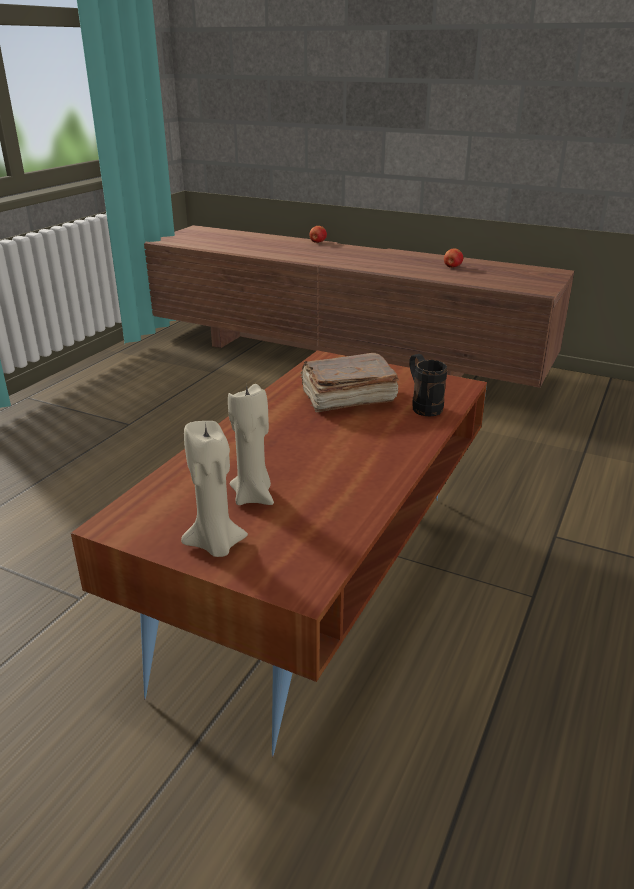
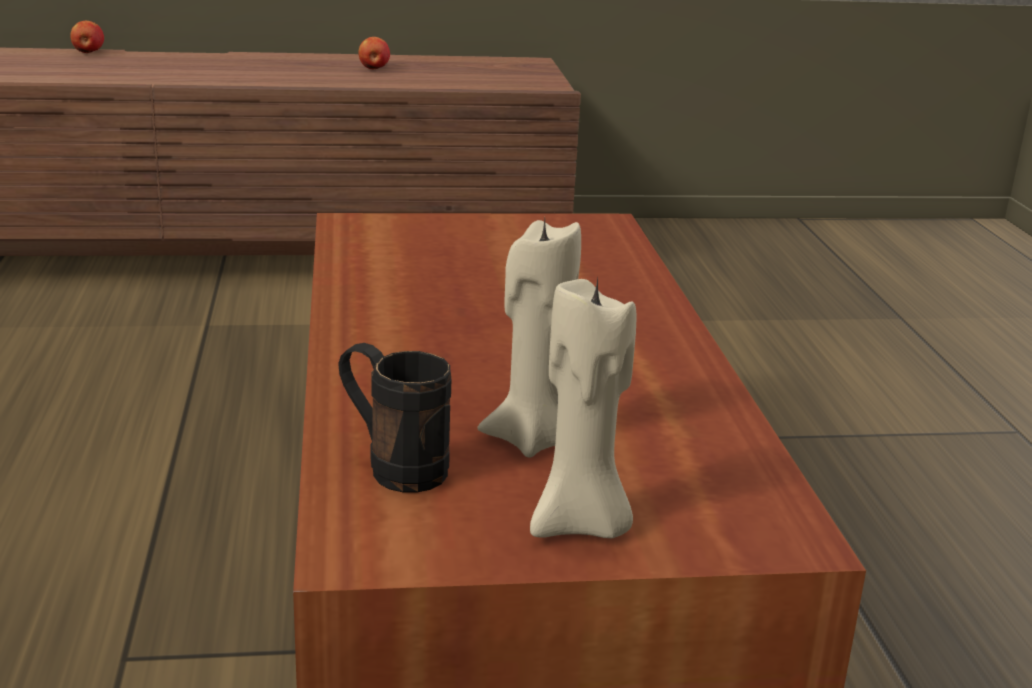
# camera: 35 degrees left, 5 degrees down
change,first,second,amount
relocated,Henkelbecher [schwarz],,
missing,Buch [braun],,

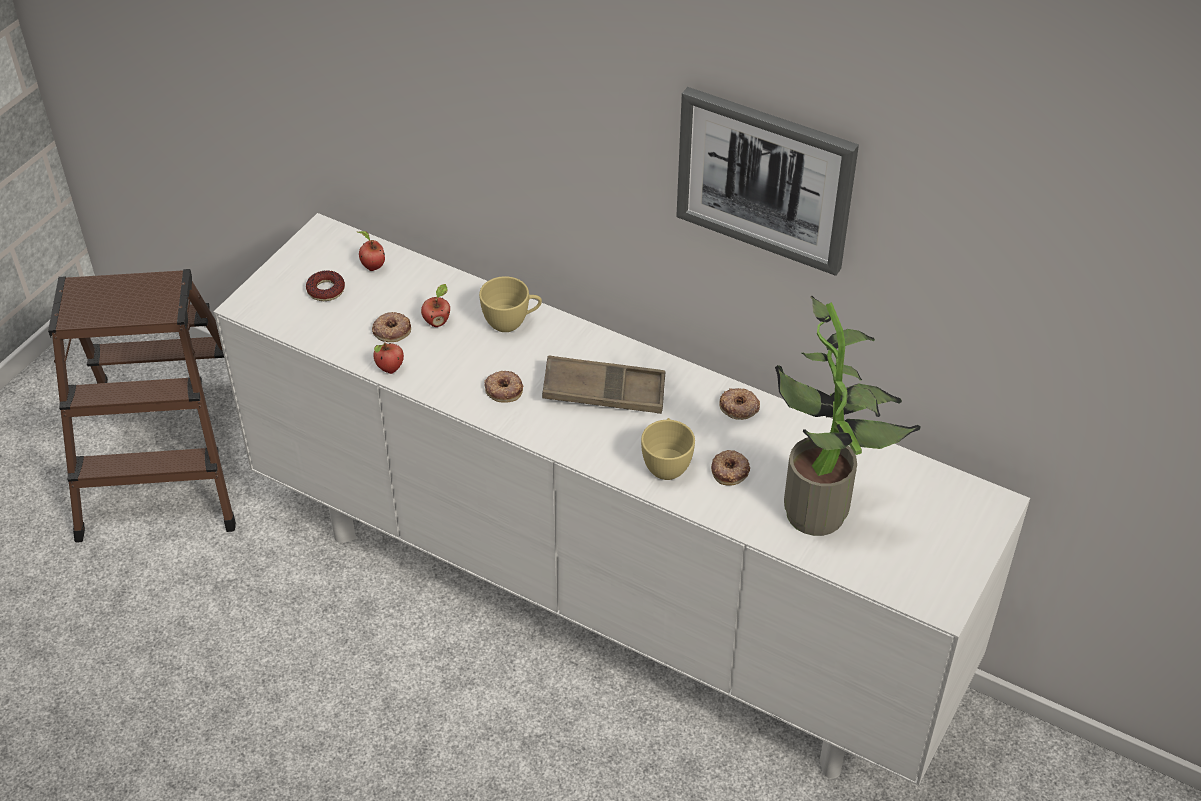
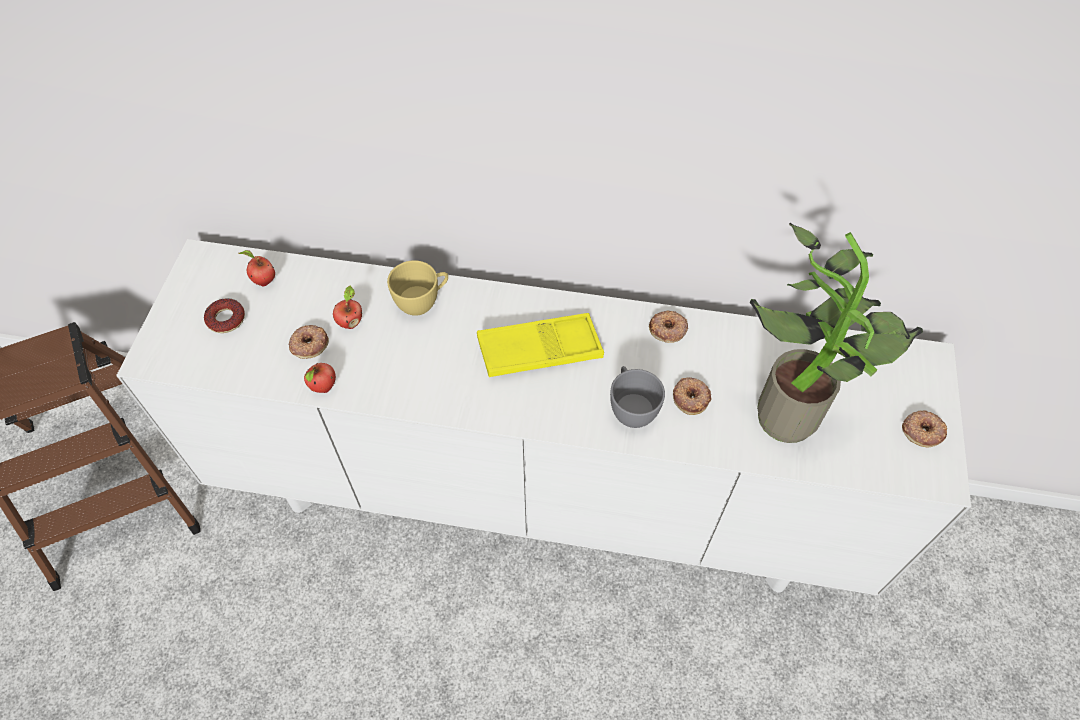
# camera: 20 degrees left, 10 degrees up
change,first,second,amount
colour,Tablett [braun],Tablett [gelb],
colour,Tasse [gelb] (no. 2 from left),Tasse [grau],
relocated,Donut (no. 3 from left in the first image),Donut (no. 5 from left),
missing,Bild,,

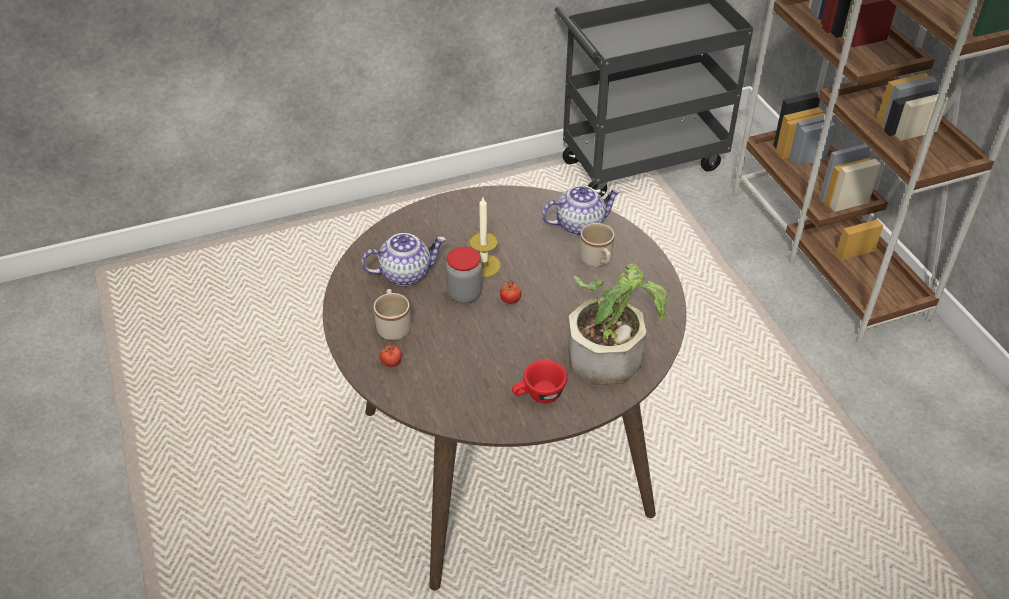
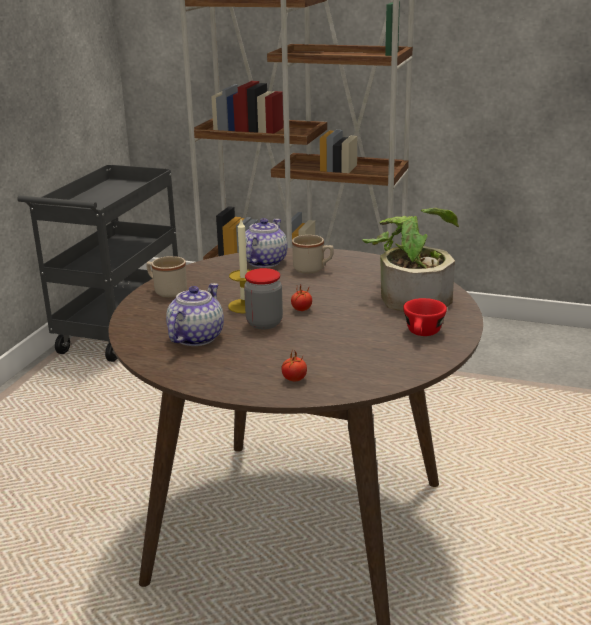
# camera: 50 degrees left, 20 degrees down
change,first,second,amount
relocated,Henkelbecher [beige] (no. 1 from left),,

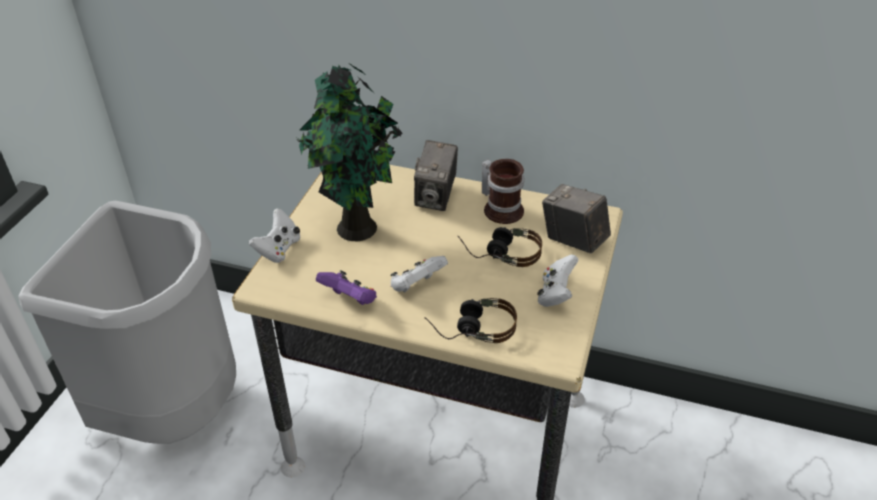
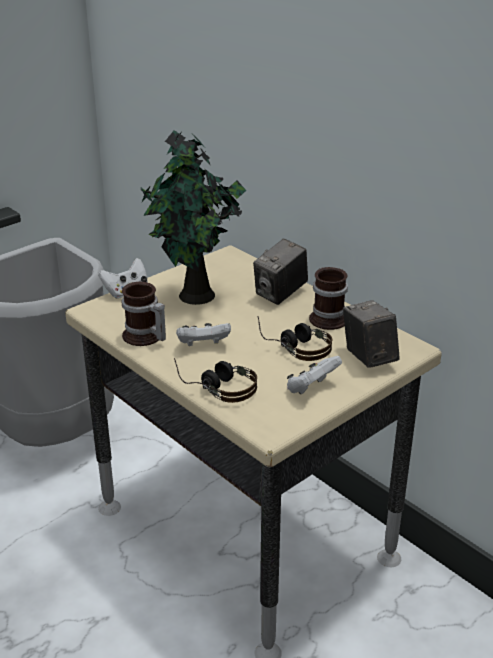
# camera: 30 degrees right, 10 degrees down
change,first,second,amount
exchanged,Gamepad [lila],Henkelbecher (no. 1 from left),

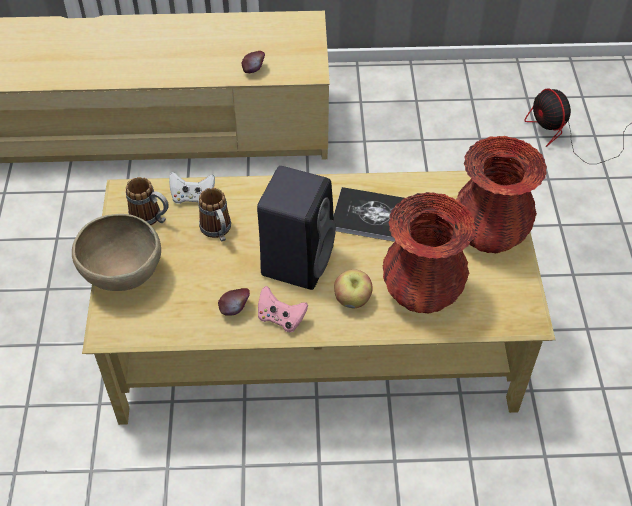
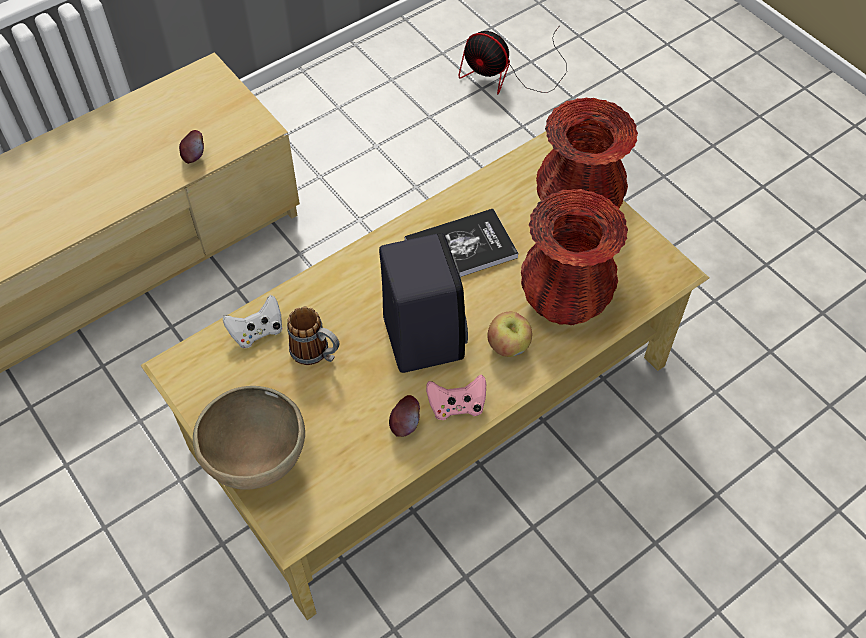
# camera: 35 degrees left, 5 degrees up
change,first,second,amount
missing,Henkelbecher (no. 1 from left),,

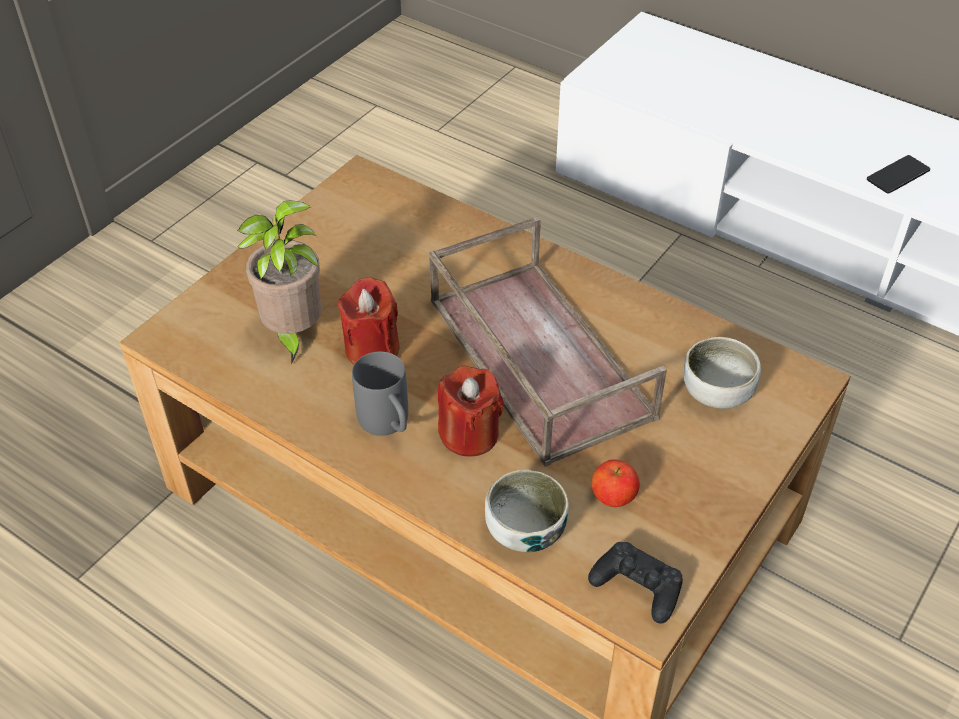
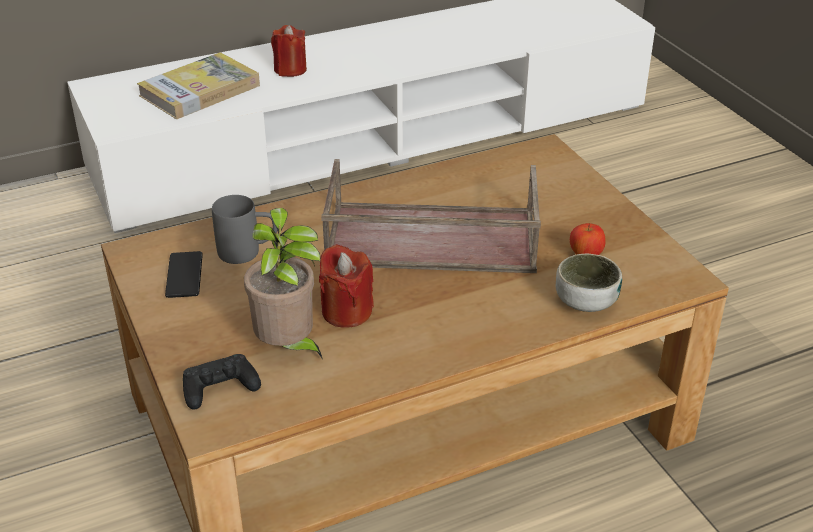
# camera: 60 degrees left, 10 degrees down
change,first,second,amount
appeared,,Buch,
relocated,Handy,,
relocated,Gamepad [schwarz],,
relocated,Henkelbecher [grau],,
relocated,Kerze [rot] (no. 2 from left in the first image),Kerze [rot] (no. 1 from left),
missing,Schüssel (no. 2 from left),,

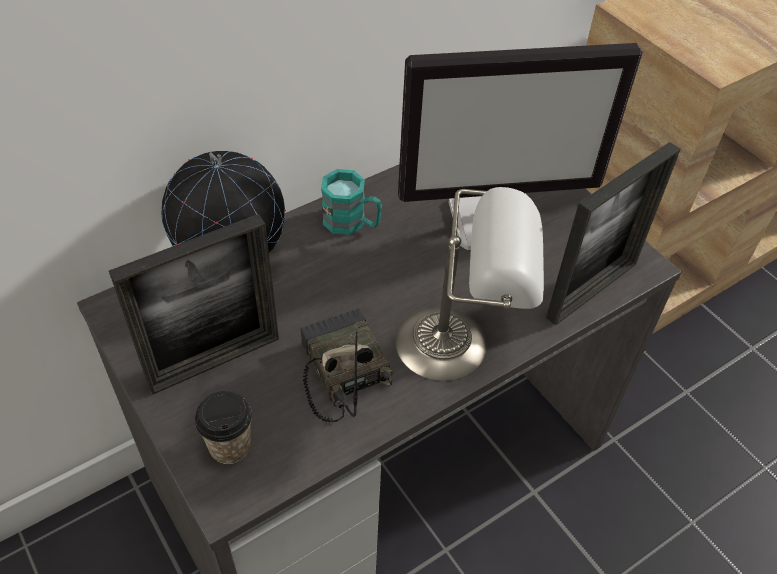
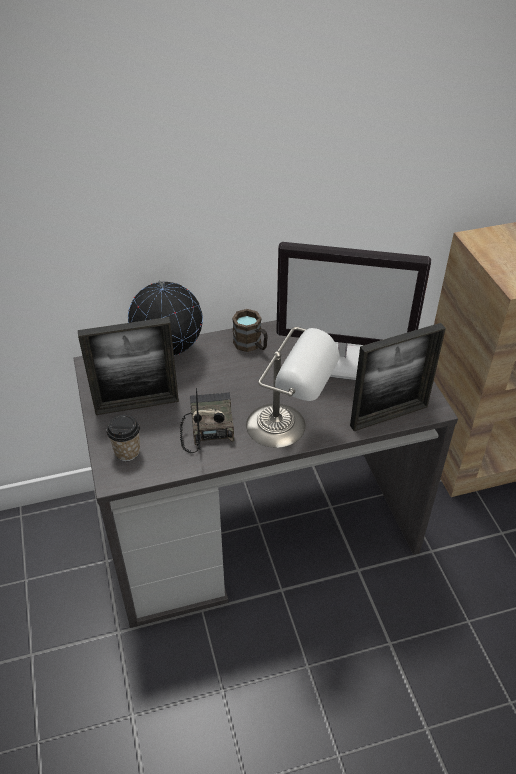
# camera: 20 degrees right, 5 degrees down
change,first,second,amount
colour,Henkelbecher [türkis],Henkelbecher [braun],

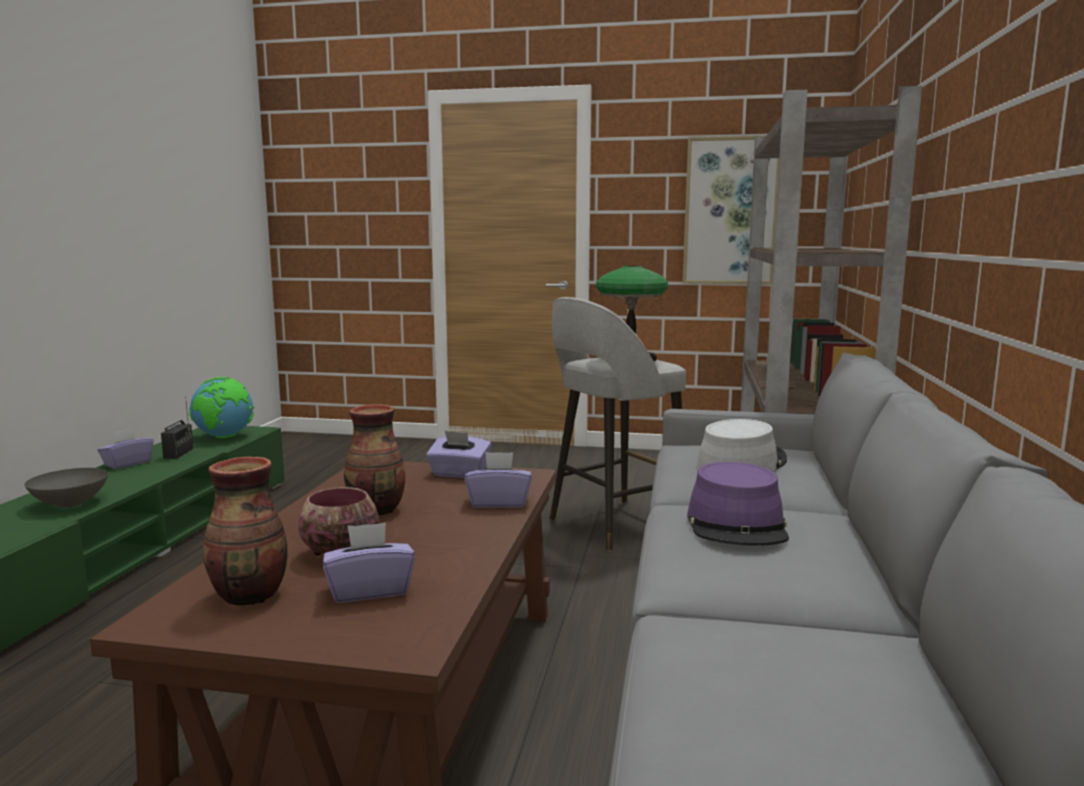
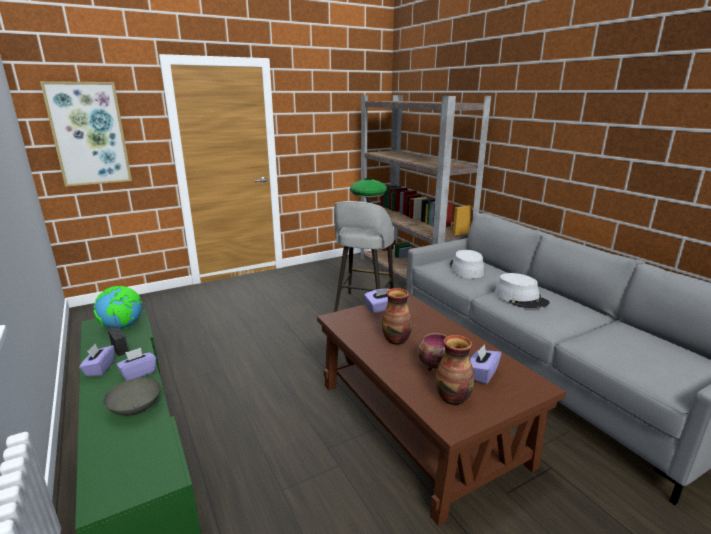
# camera: 40 degrees left, 10 degrees up
change,first,second,amount
relocated,Bild,,
relocated,Taschentuchbox [lila] (no. 4 from left in the first image),Taschentuchbox [lila] (no. 2 from left),
colour,Hut [lila],Hut [grau] (no. 2 from left),

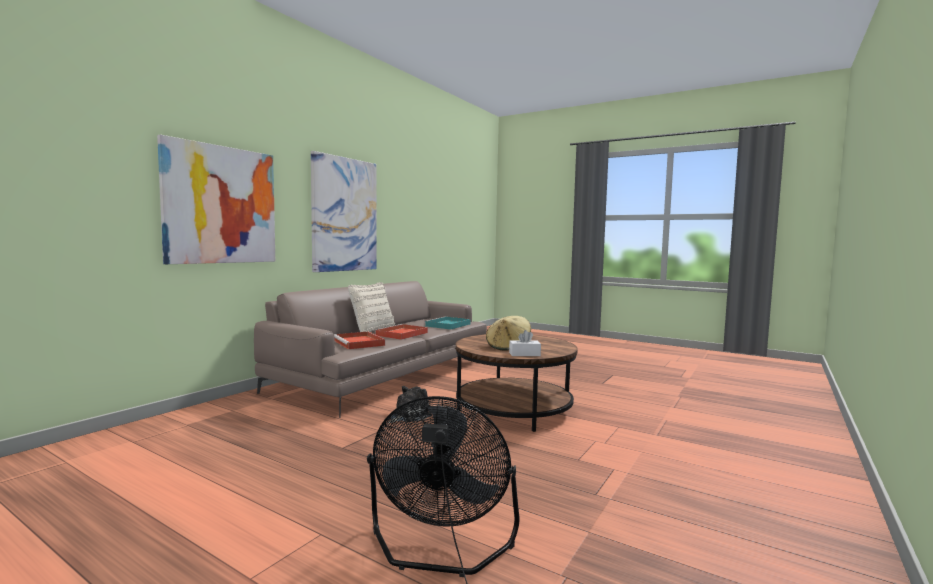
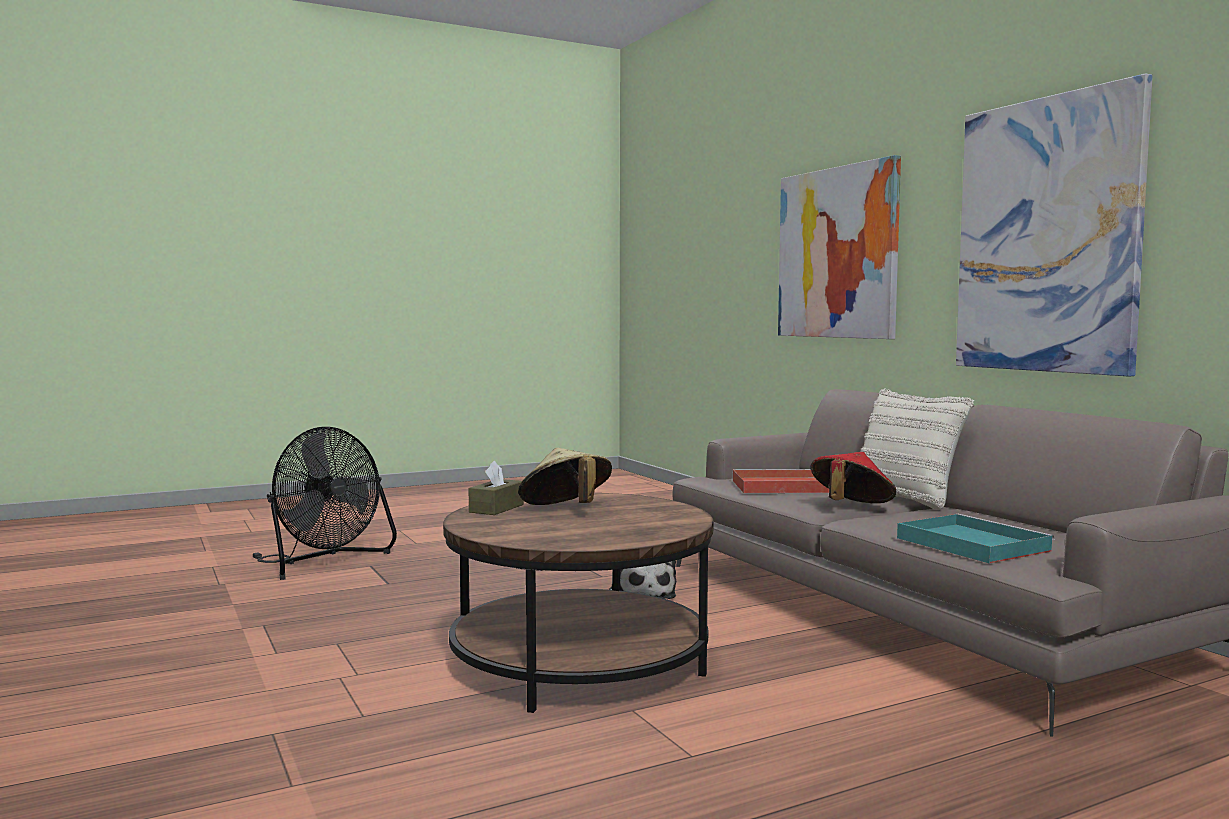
# camera: 120 degrees right, 0 degrees up
change,first,second,amount
colour,Taschentuchbox [weiß],Taschentuchbox [braun],
exchanged,Tablett [rot] (no. 2 from left),Hut [rot],

